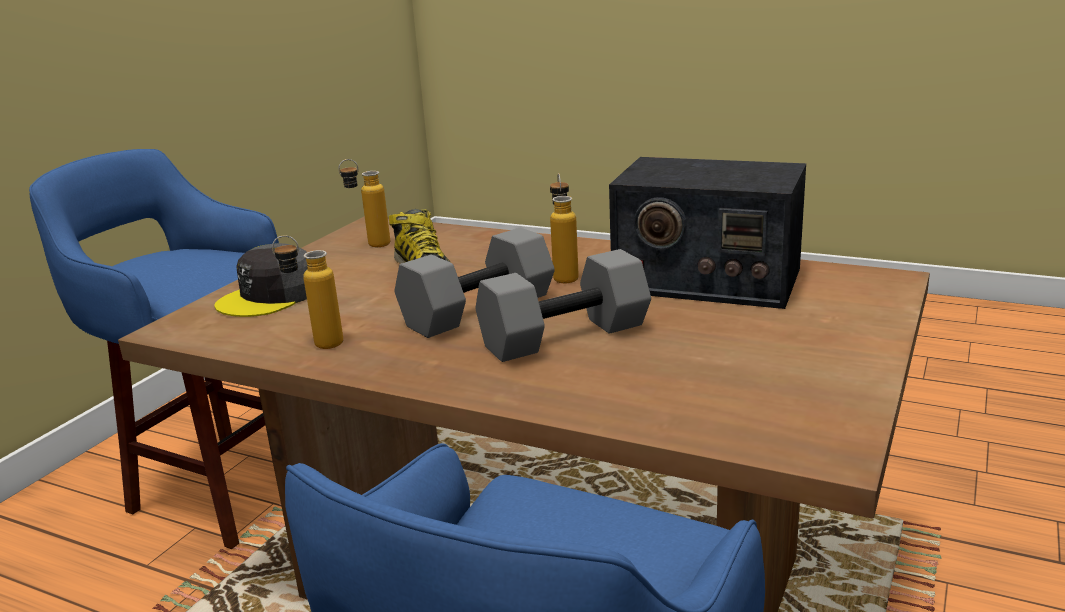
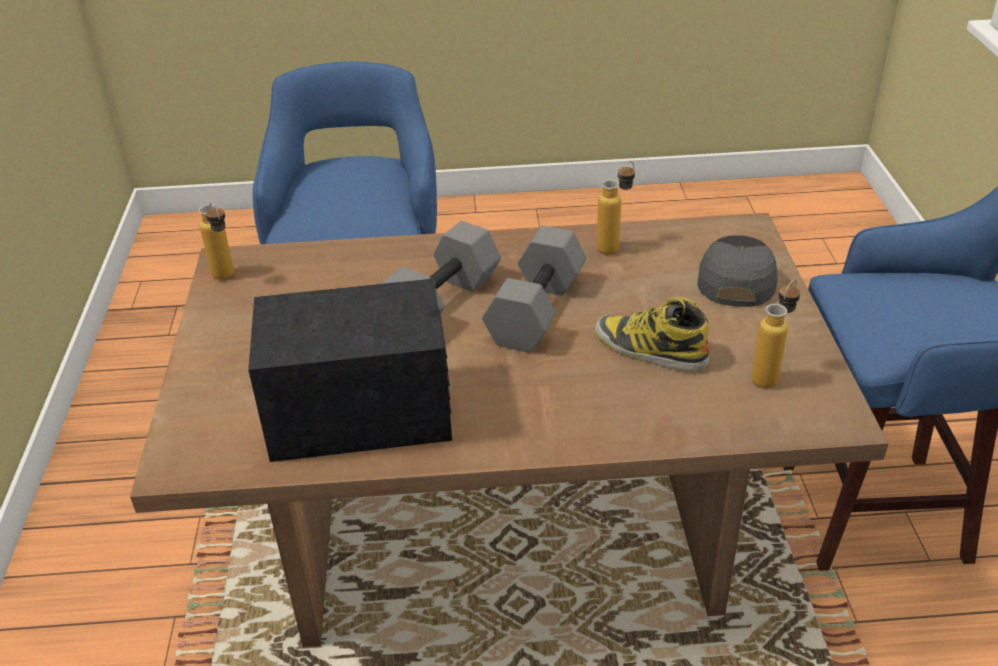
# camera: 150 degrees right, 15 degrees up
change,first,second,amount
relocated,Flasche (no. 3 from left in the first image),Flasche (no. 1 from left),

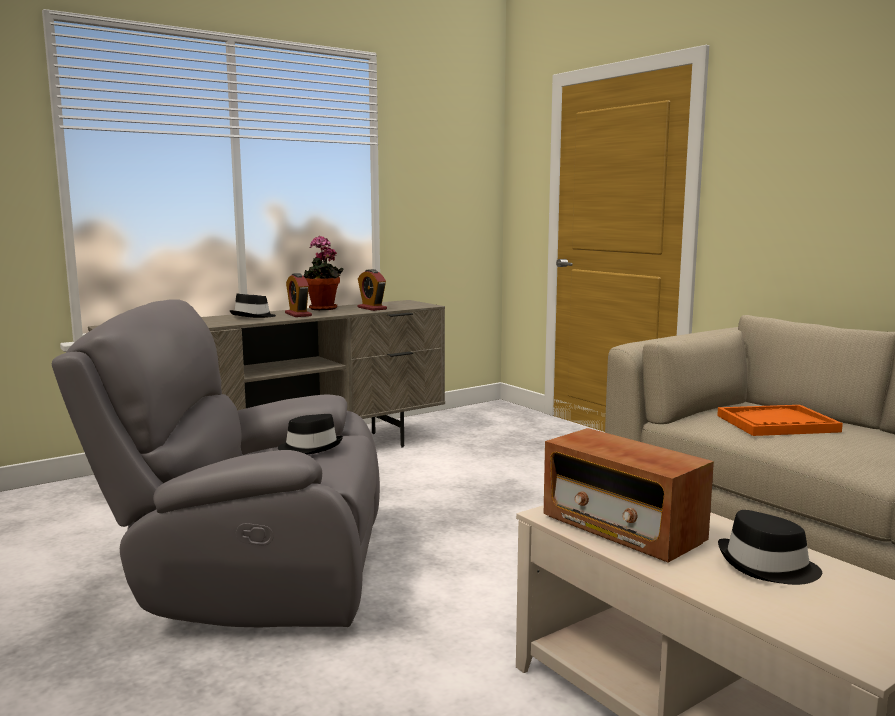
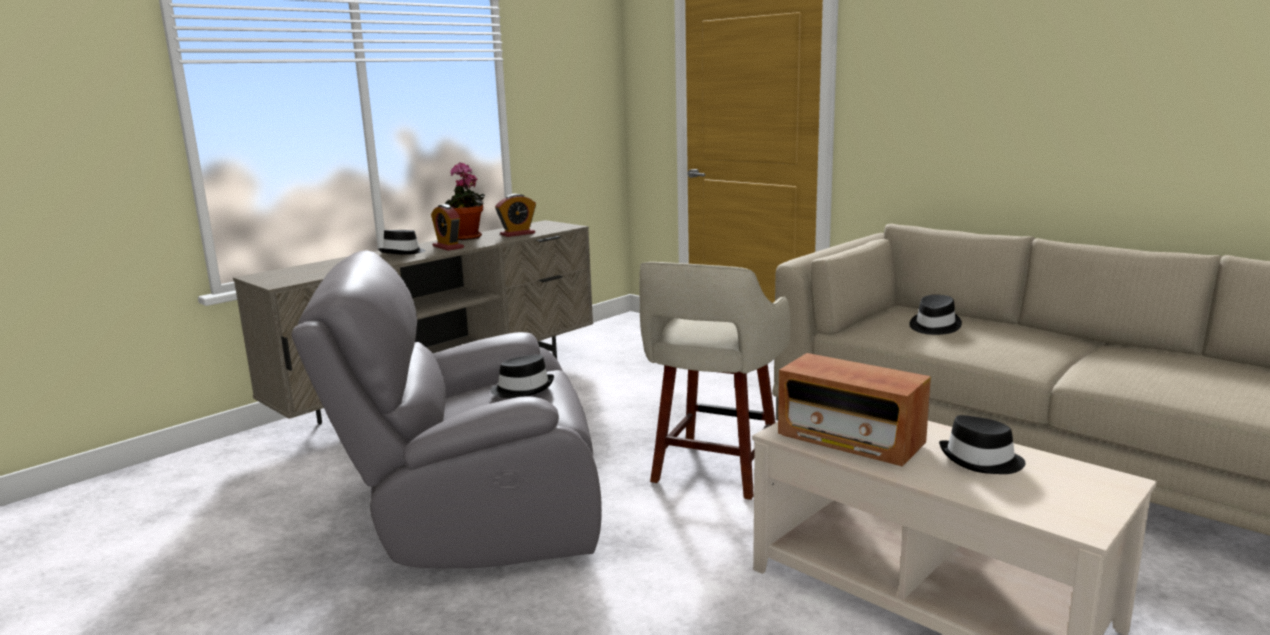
# camera: 10 degrees left, 5 degrees up
change,first,second,amount
spun,Wecker (no. 2 from left),,75 degrees counterclockwise
appeared,,Hocker [beige],
exchanged,Tablett [orange],Hut [schwarz] (no. 3 from left),

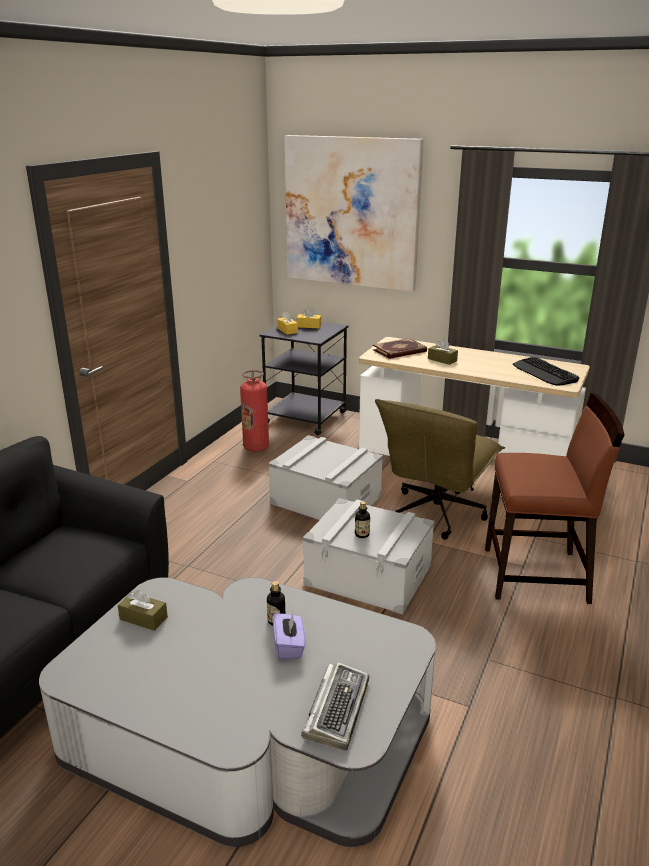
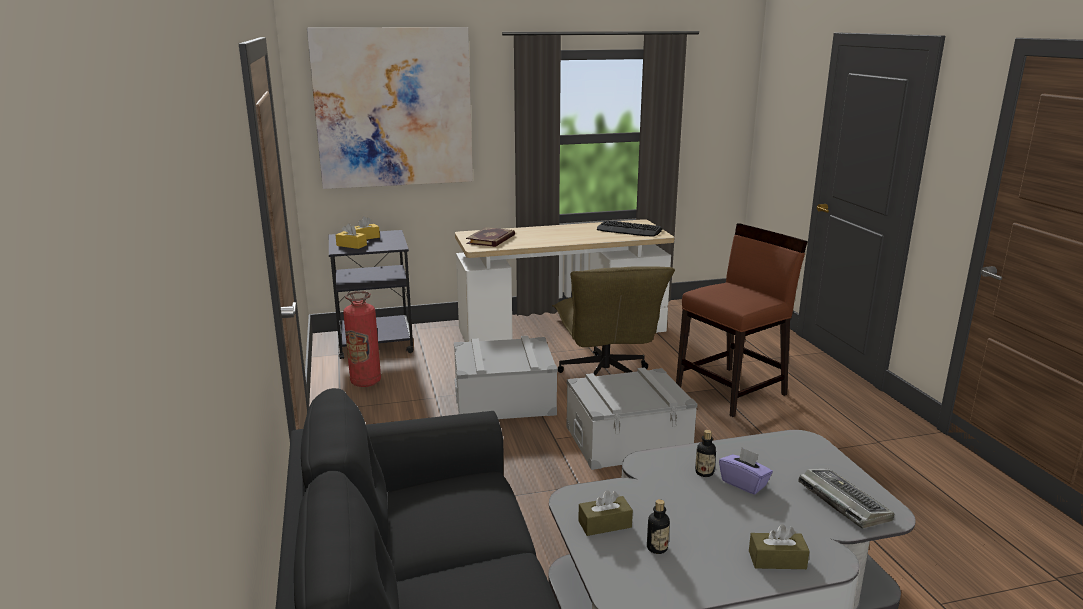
# camera: 40 degrees left, 5 degrees down
change,first,second,amount
relocated,Flasche (no. 2 from left in the first image),Flasche (no. 1 from left),
relocated,Taschentuchbox [braun] (no. 2 from left),,

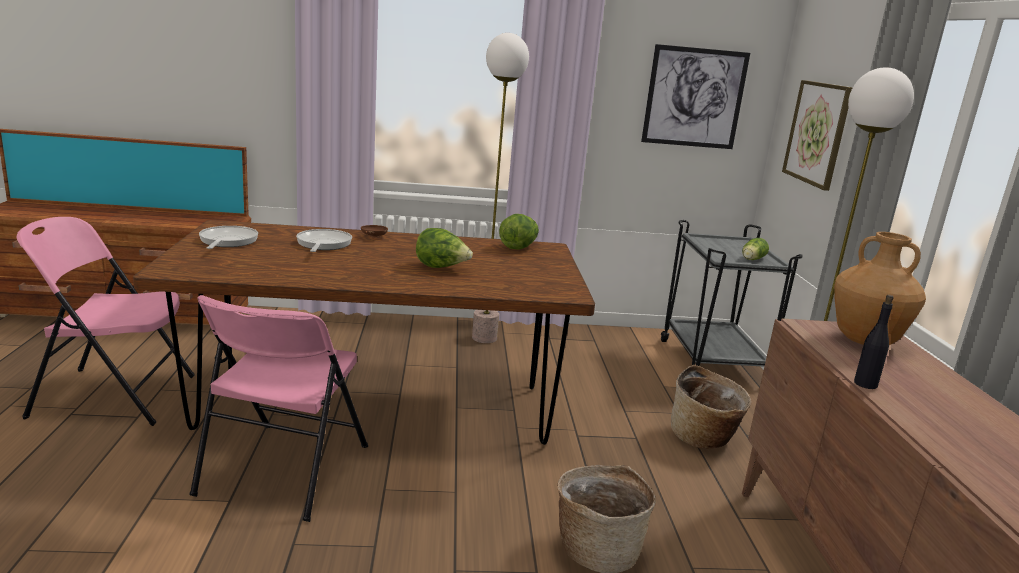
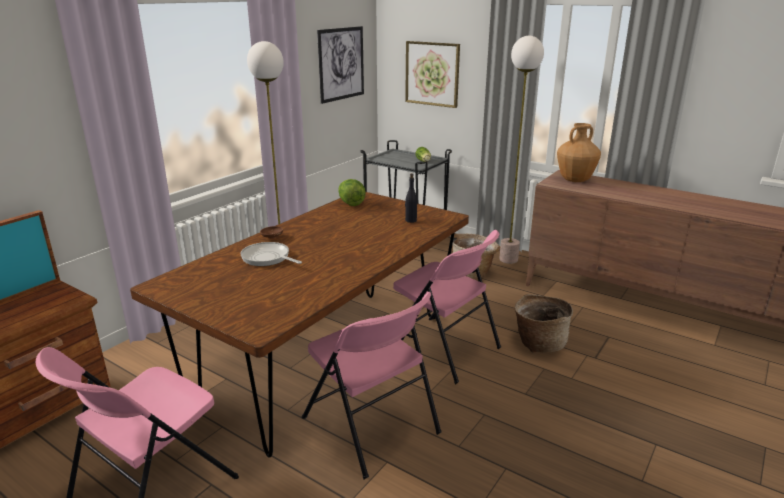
# camera: 50 degrees left, 5 degrees up
change,first,second,amount
appeared,,Stuhl [rosa] (no. 3 from left),
relocated,Flasche [schwarz],,
missing,Pfanne (no. 1 from left),,
missing,Salatkopf (no. 1 from left),,

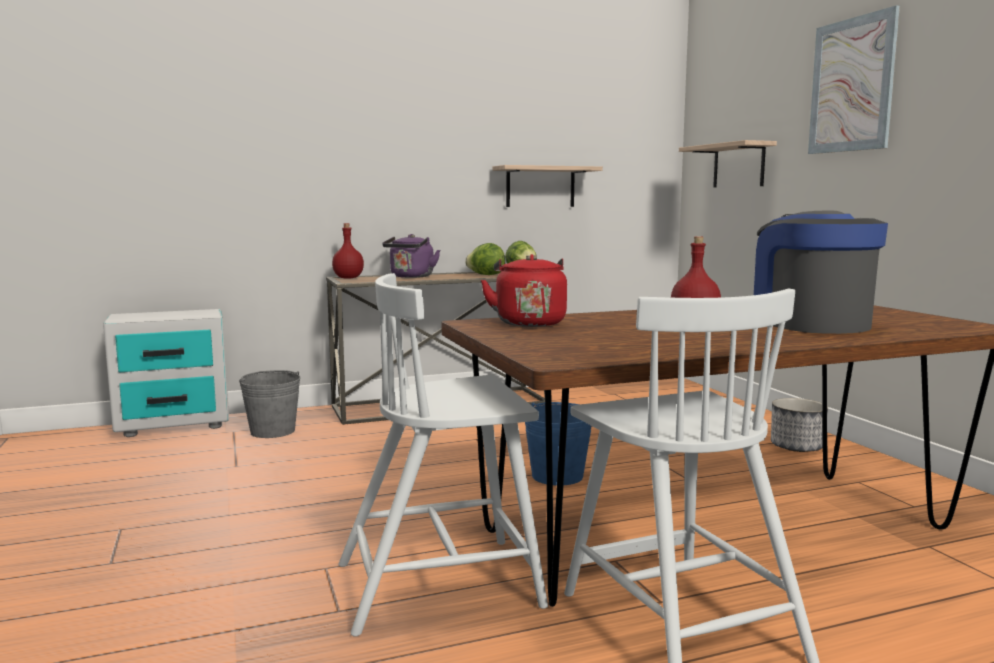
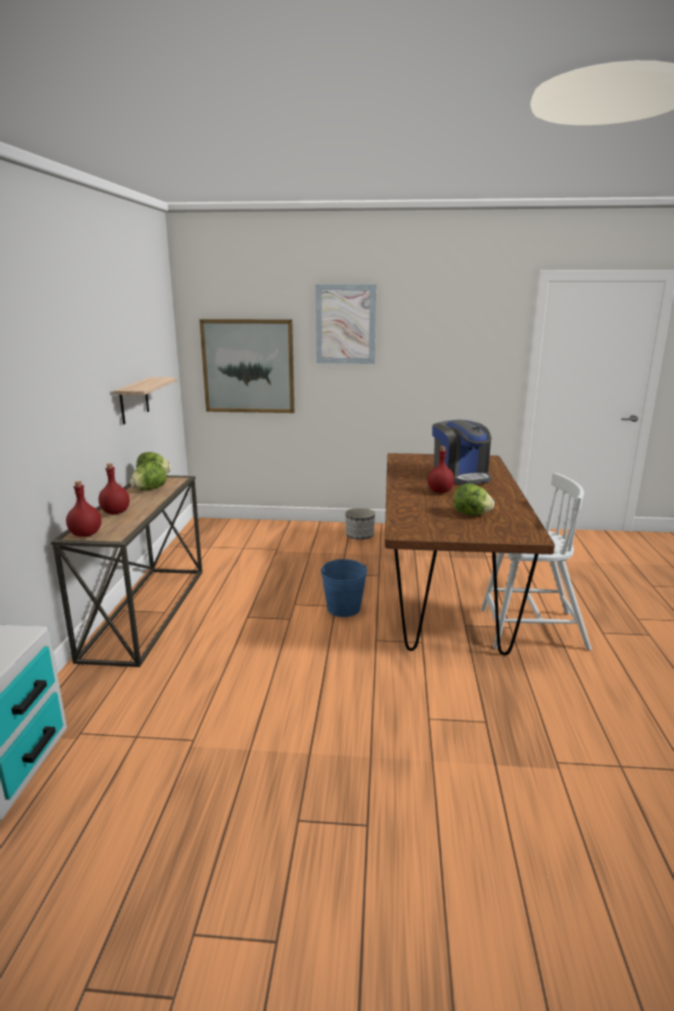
# camera: 65 degrees left, 10 degrees up
change,first,second,amount
exchanged,Wasserkessel [lila],Flasche [rot] (no. 2 from left),
exchanged,Wandregal (no. 2 from left),Bild (no. 1 from left),
spun,Kaffeemaschine,,120 degrees counterclockwise
appeared,,Salatkopf (no. 3 from left),
missing,Eimer [grau],,
missing,Stuhl [weiß] (no. 1 from left),,
missing,Wasserkessel [rot],,

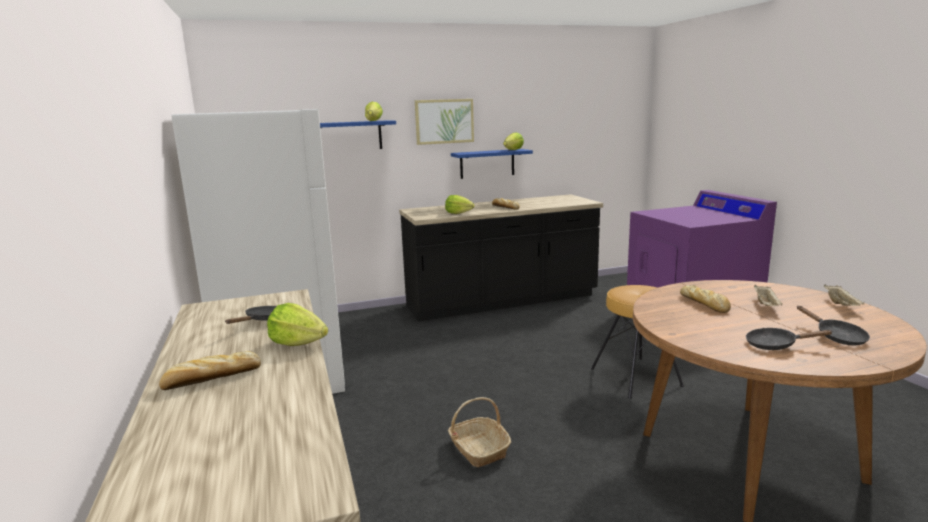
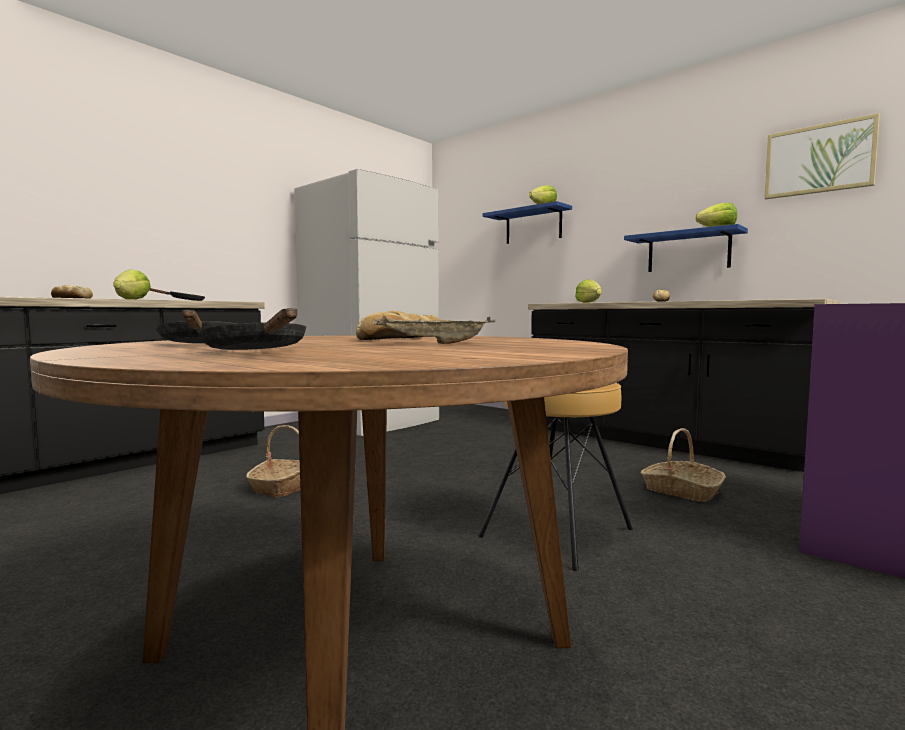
# camera: 60 degrees right, 10 degrees down
change,first,second,amount
spun,Pfanne [schwarz] (no. 3 from left),,105 degrees clockwise
appeared,,Korb (no. 2 from left),
relocated,Bild,,
missing,Tablett [beige] (no. 2 from left),,

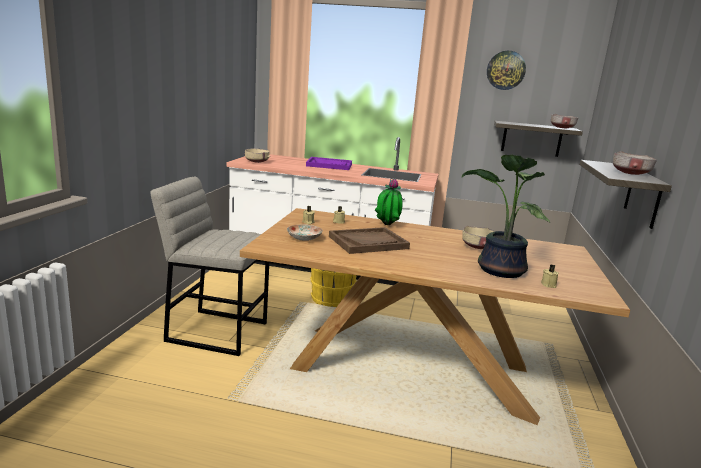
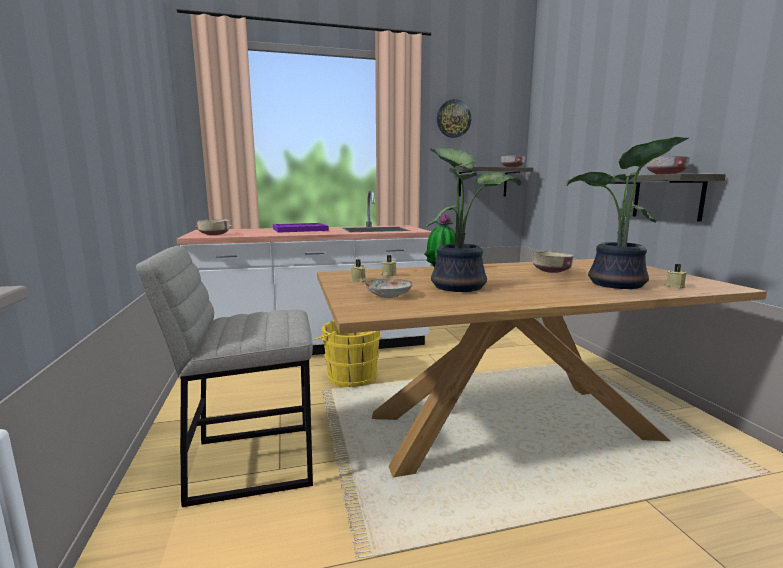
# camera: 25 degrees left, 5 degrees down
change,first,second,amount
exchanged,Tablett [braun],Topfpflanze (no. 2 from left),

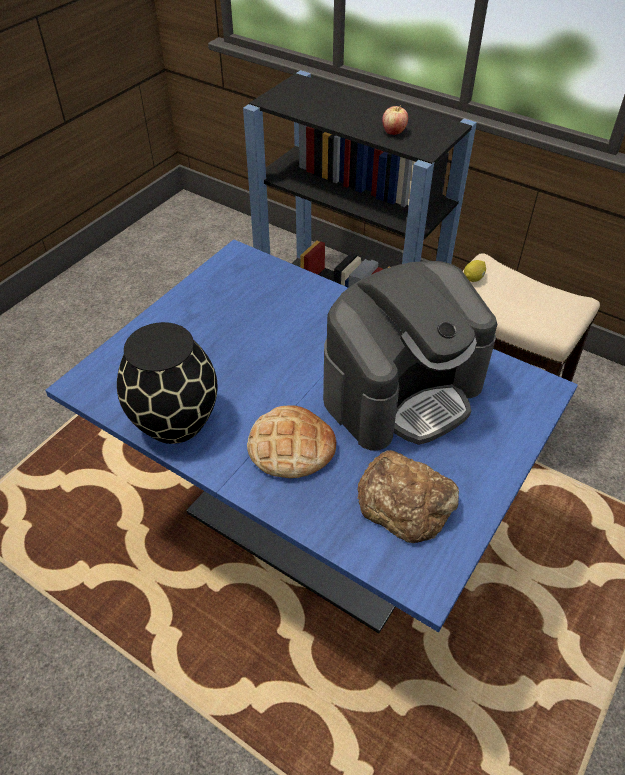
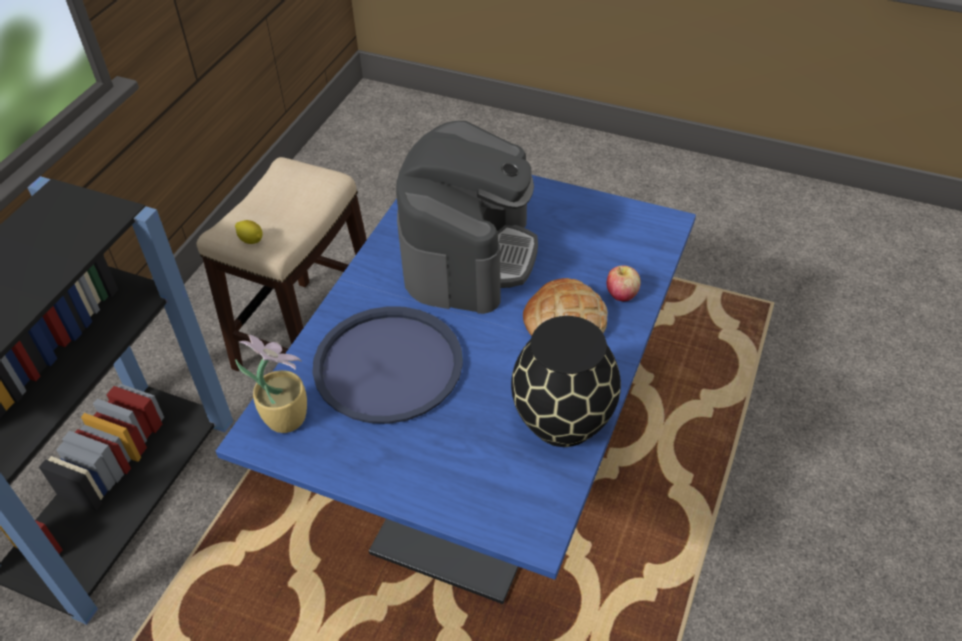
# camera: 100 degrees left, 0 degrees up
change,first,second,amount
appeared,,Topfpflanze,
appeared,,Tablett [blau],
spun,Kaffeemaschine,,60 degrees clockwise
relocated,Apfel,,
missing,Brot (no. 2 from left),,

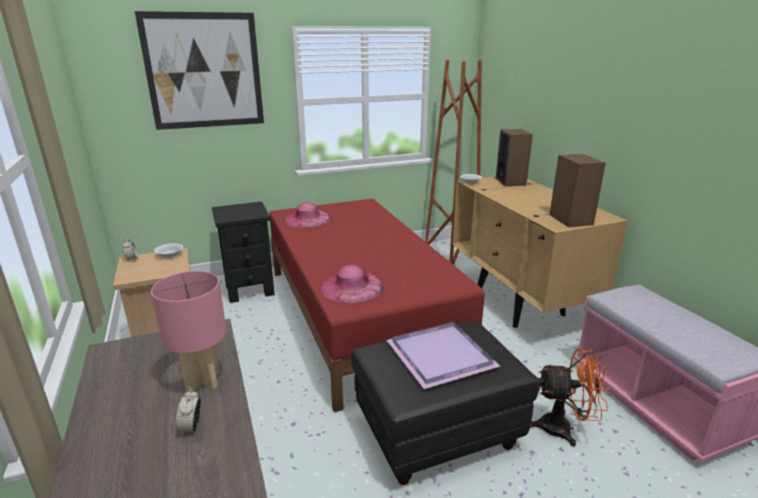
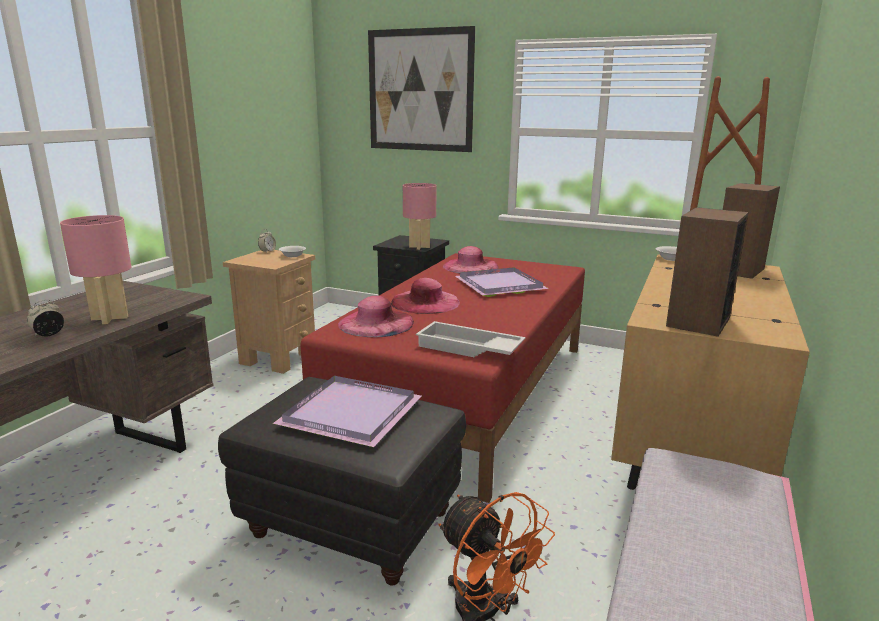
# camera: 45 degrees right, 5 degrees down
change,first,second,amount
appeared,,Hut [rosa] (no. 2 from left),
appeared,,Tischlampe [rosa] (no. 2 from left),
appeared,,Tablett [weiß],
appeared,,Tablett [lila] (no. 2 from left),

